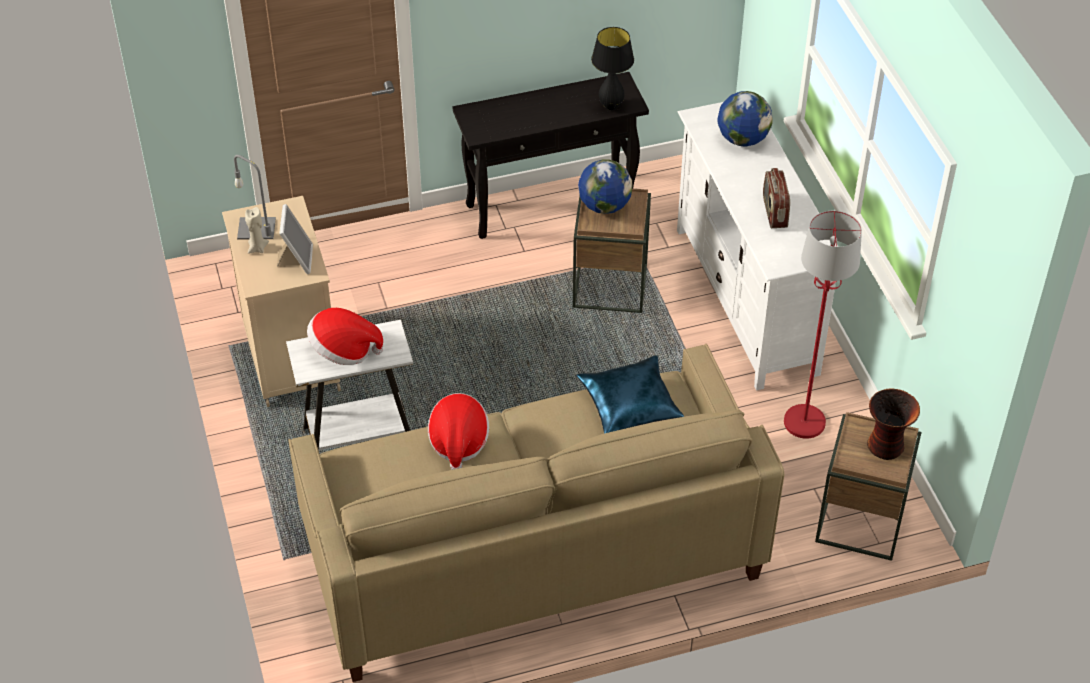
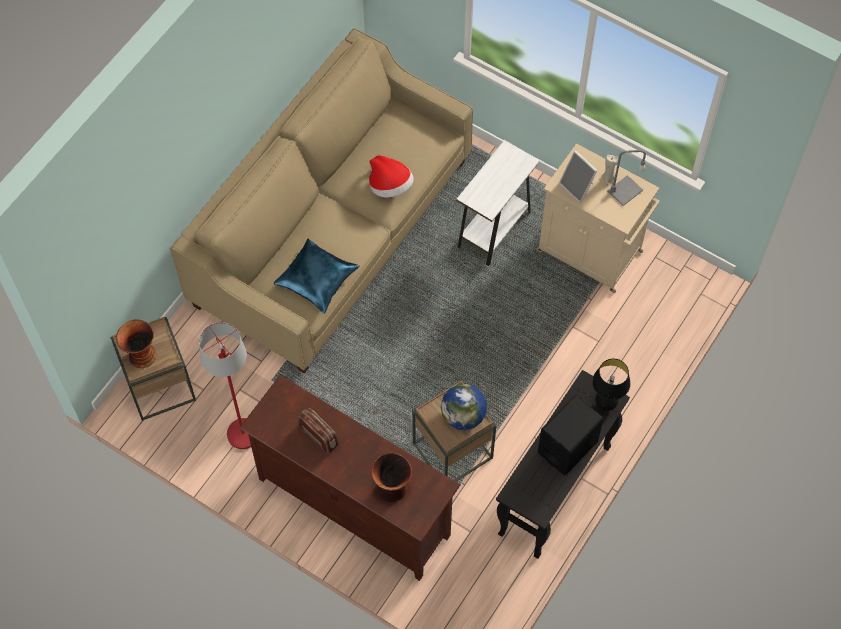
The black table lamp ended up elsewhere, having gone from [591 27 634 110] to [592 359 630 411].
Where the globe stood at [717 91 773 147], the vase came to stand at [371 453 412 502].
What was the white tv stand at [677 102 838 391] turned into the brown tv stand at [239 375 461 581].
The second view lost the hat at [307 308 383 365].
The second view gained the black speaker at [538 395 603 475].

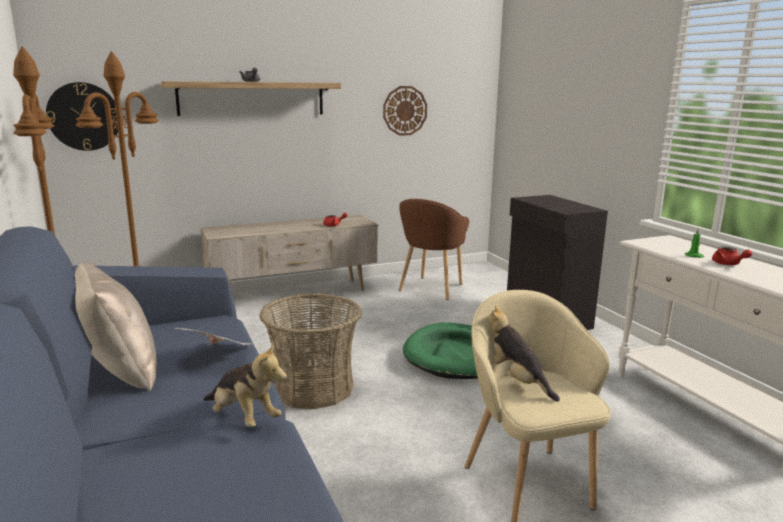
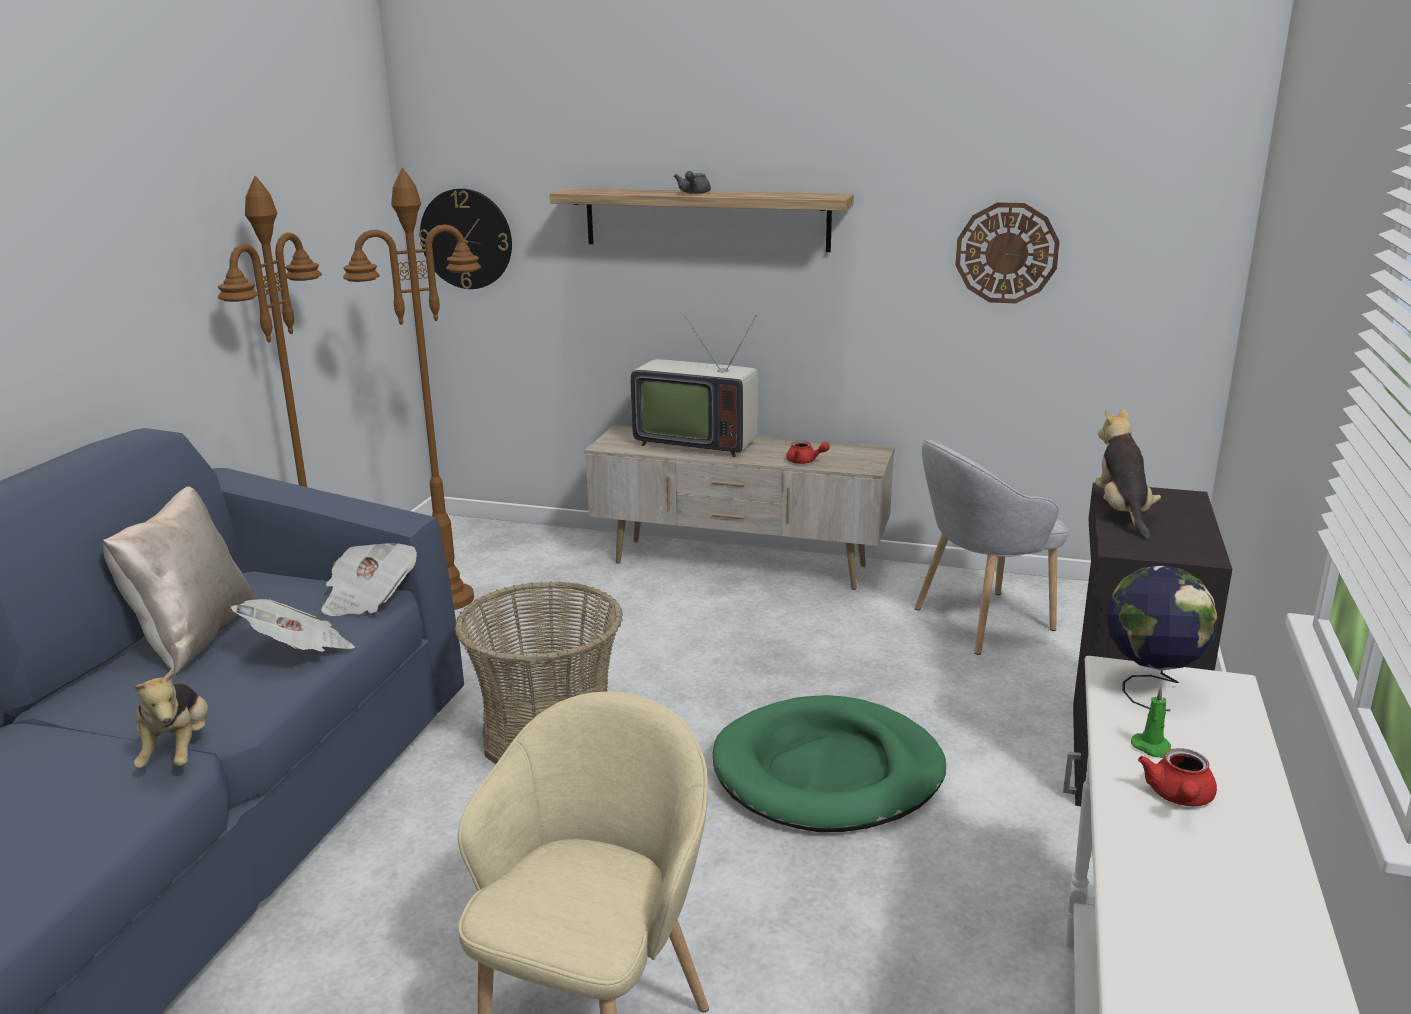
What was the brown armchair at [398 199 469 300] turned into the grey armchair at [914 440 1068 655].
The plush toy ended up elsewhere, having gone from [488 305 560 401] to [1095 408 1161 539].
The second view gained the television at [631 315 758 457].
The second view gained the newspaper at [321 543 417 616].
The second view gained the globe at [1106 565 1218 711].

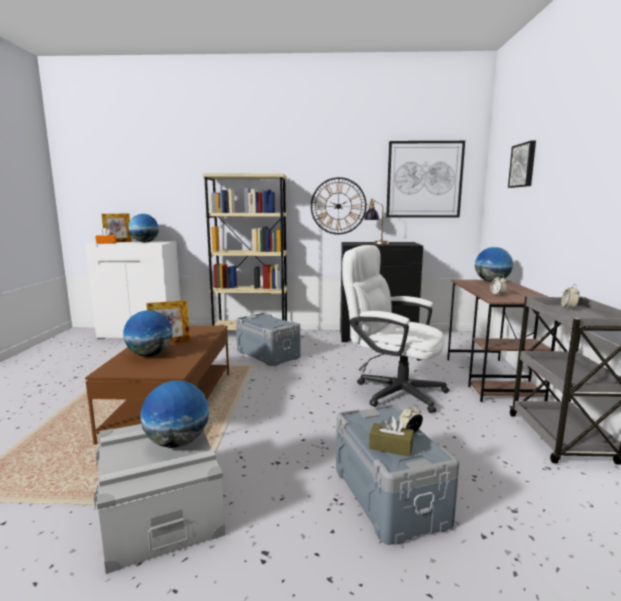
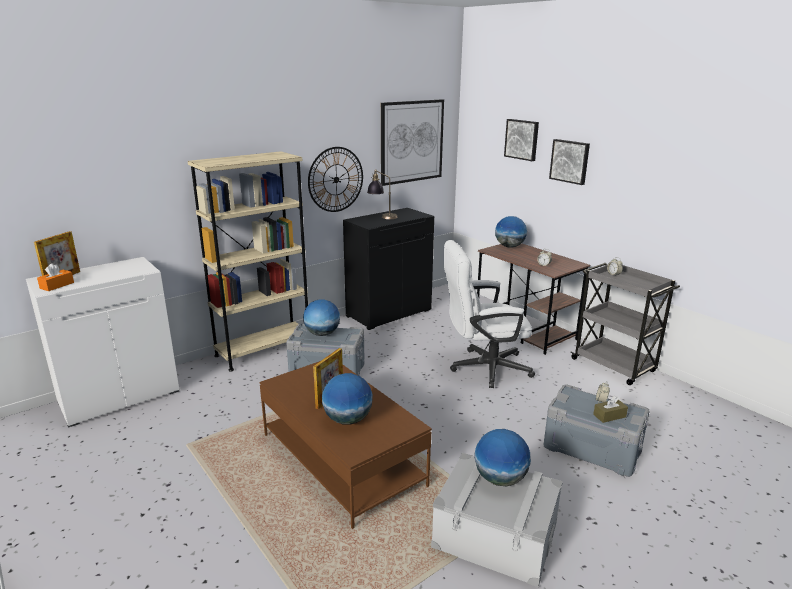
The globe ended up elsewhere, having gone from [128 214 159 242] to [303 299 340 336].
The second view gained the picture at [549 139 590 185].

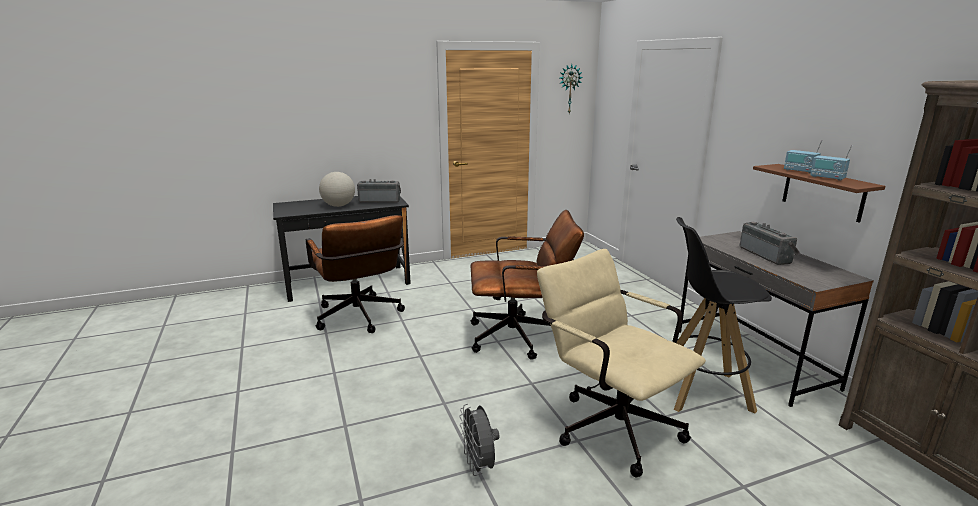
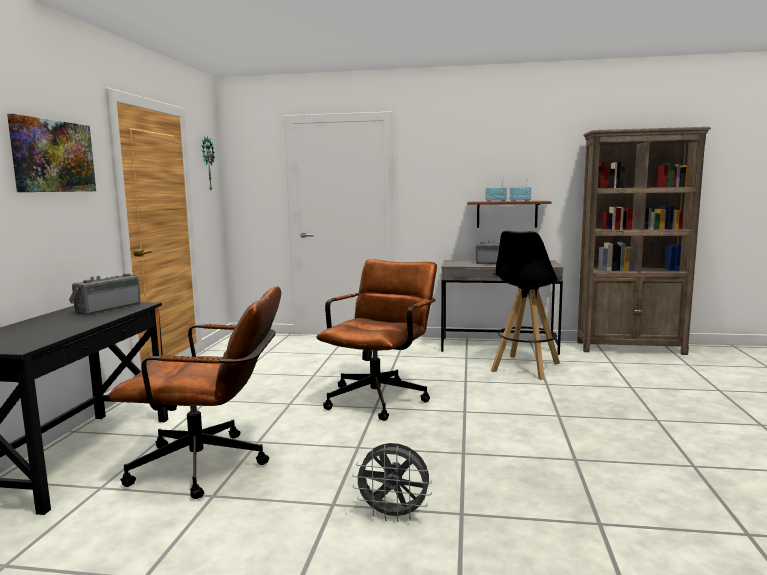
The second view lost the globe at [319 172 355 207].
The second view lost the beige office chair at [537 249 706 478].
The grey fan ended up elsewhere, having gone from [459 404 500 476] to [352 443 432 522].
The second view gained the picture at [7 114 96 192].

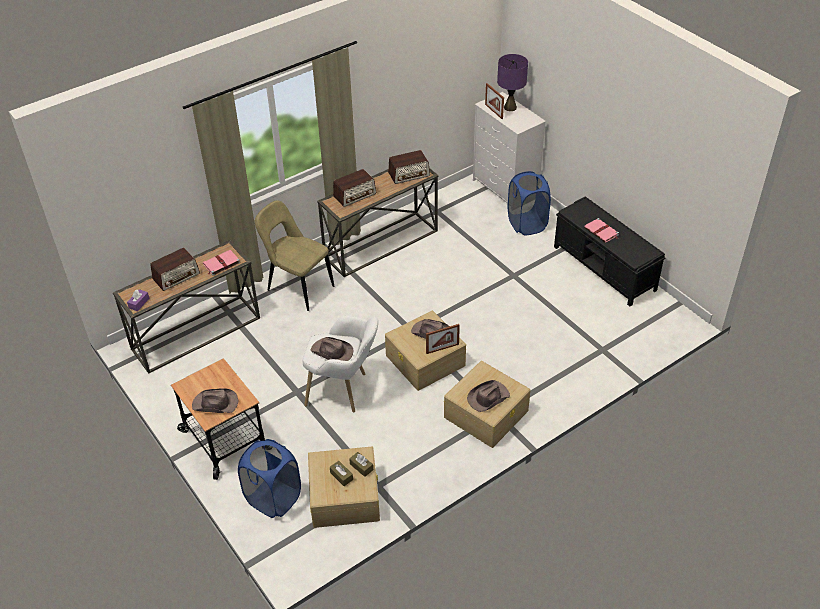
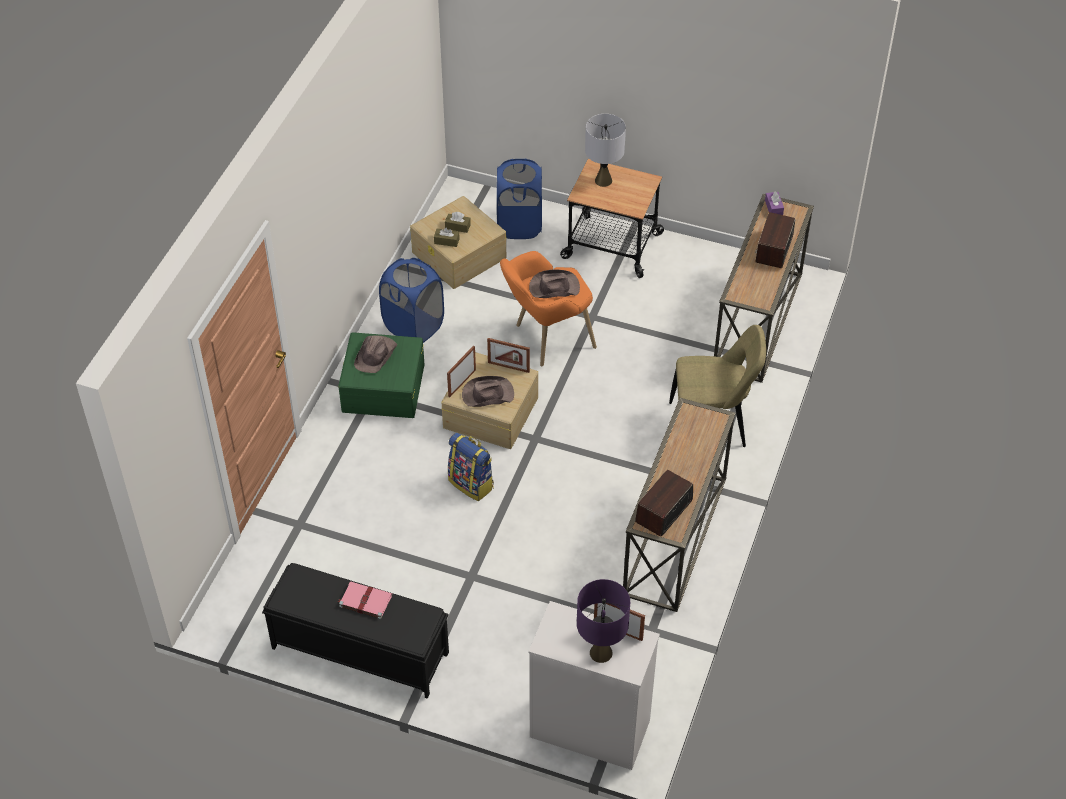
The second view lost the radio at [333 169 376 207].
The blue laundry basket ended up elsewhere, having gone from [508 171 551 235] to [379 258 444 343].
The second view lost the pink book at [203 250 240 276].
What was the white armchair at [303 315 378 412] turned into the orange armchair at [500 251 597 366].
What was the beige storage box at [444 361 530 448] turned into the green storage box at [338 332 425 418].
Where the brown hat stood at [192 388 238 413], the grey table lamp came to stand at [585 114 626 187].
The second view gained the picture frame at [487 338 530 373].
The second view gained the backpack at [448 433 494 501].

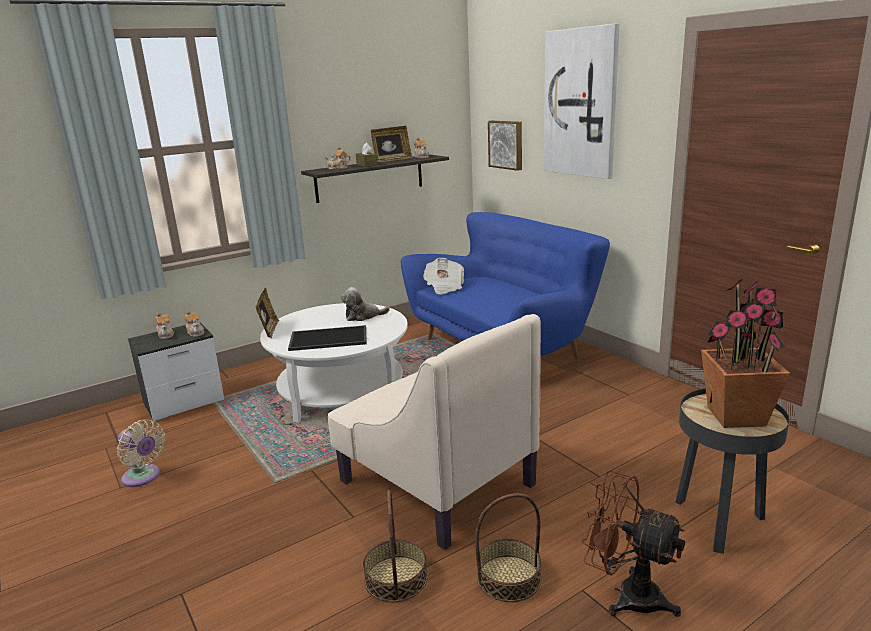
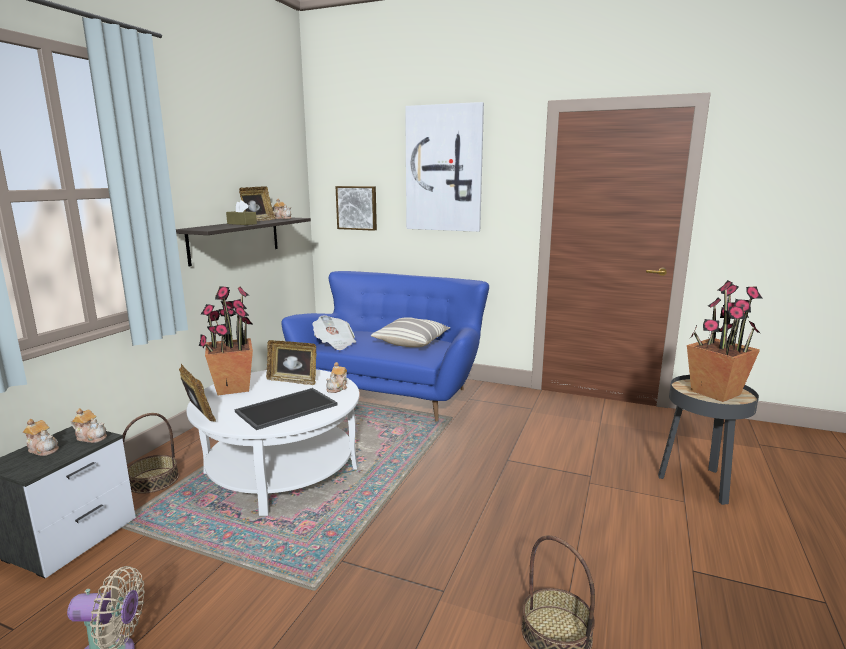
The teapot ended up elsewhere, having gone from [325 146 351 170] to [326 362 347 393].
Where the plush toy stood at [341 287 390 321], the picture frame came to stand at [266 340 316 385].
The second view lost the beige armchair at [328 314 541 550].
The second view lost the brown fan at [582 471 685 617].
The basket ended up elsewhere, having gone from [475 493 541 602] to [123 413 179 494].
The second view gained the potted plant at [199 286 253 395].
The second view gained the pillow at [371 317 451 347].

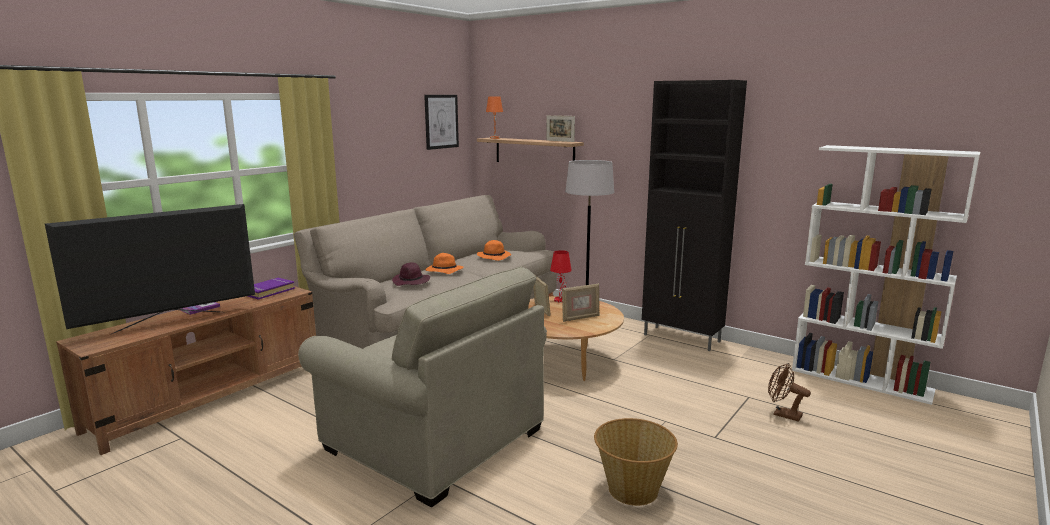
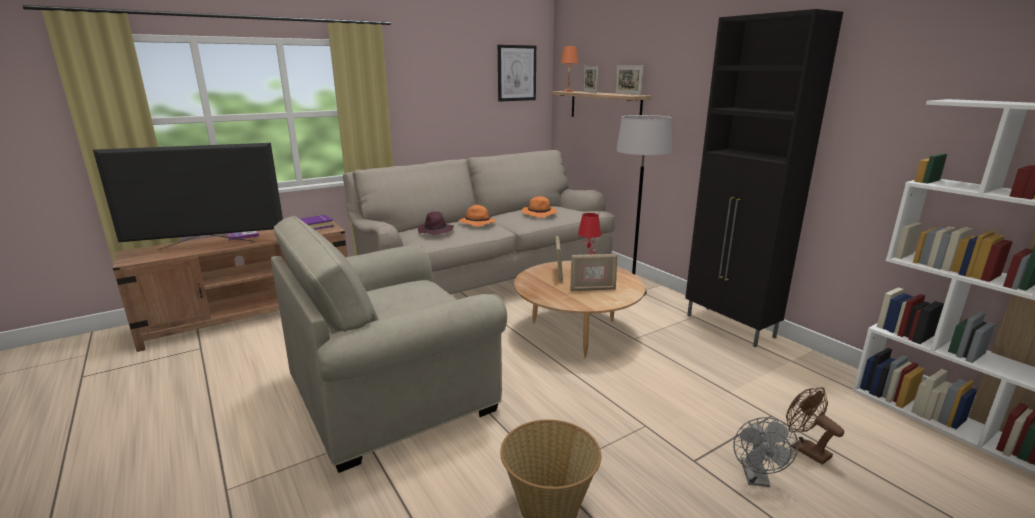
The beige armchair at [298 266 547 508] ended up facing another way, 90 degrees clockwise from before.
The second view gained the picture frame at [583 66 598 93].
The second view gained the grey fan at [733 417 798 487].

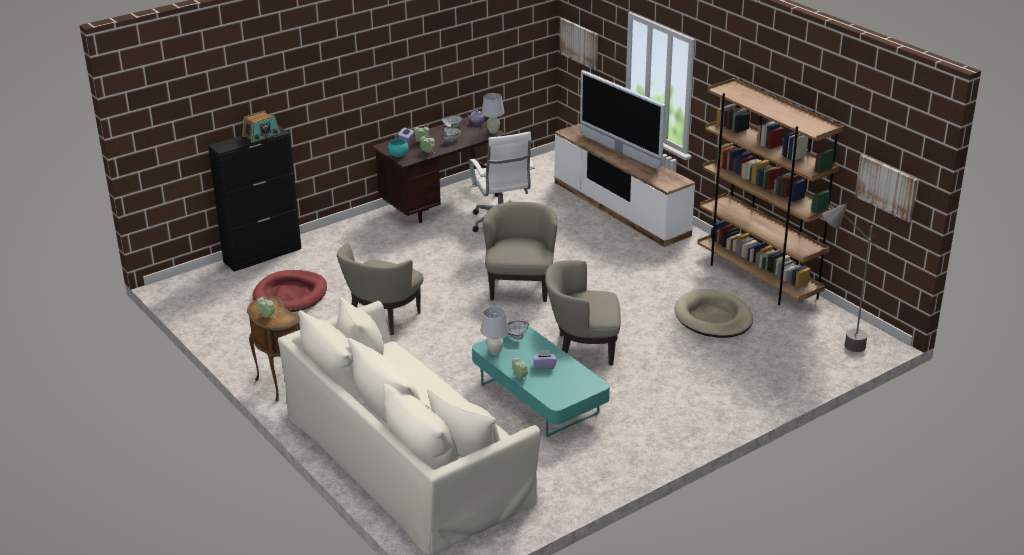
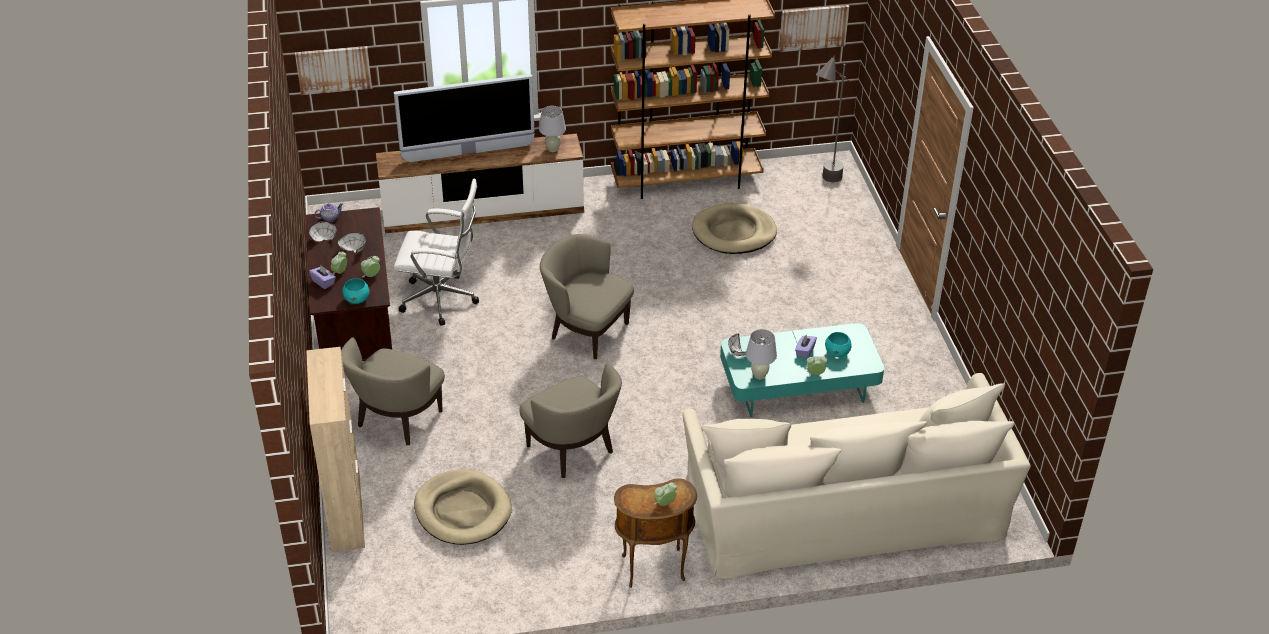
The white table lamp ended up elsewhere, having gone from [482 93 504 134] to [539 106 566 152].
The second view lost the radio at [242 111 280 142].
What was the black cabinet at [208 125 302 272] turned into the beige cabinet at [306 347 365 552].
The beige armchair ended up elsewhere, having gone from [545 260 621 366] to [341 338 445 445].
What was the red dog bed at [253 270 327 312] turned into the beige dog bed at [414 469 512 545].
The second view gained the turquoise bowl at [825 332 852 357].

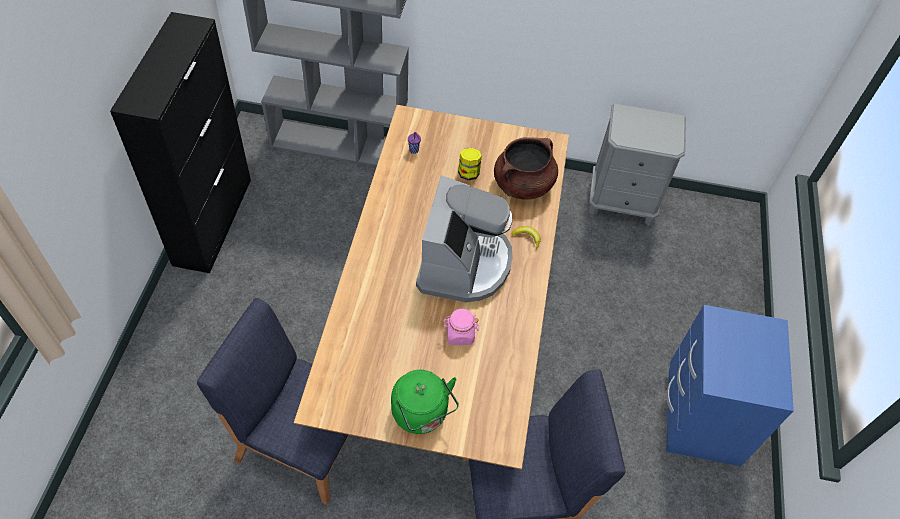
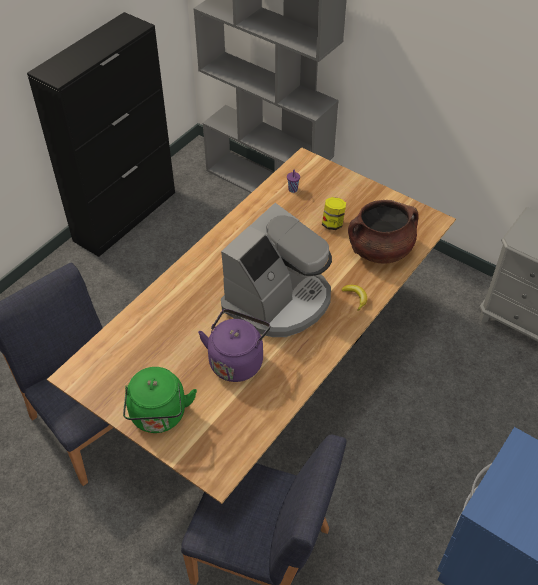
Where the pink jar stood at [443 309 479 345], the purple kettle came to stand at [198 309 270 382].

